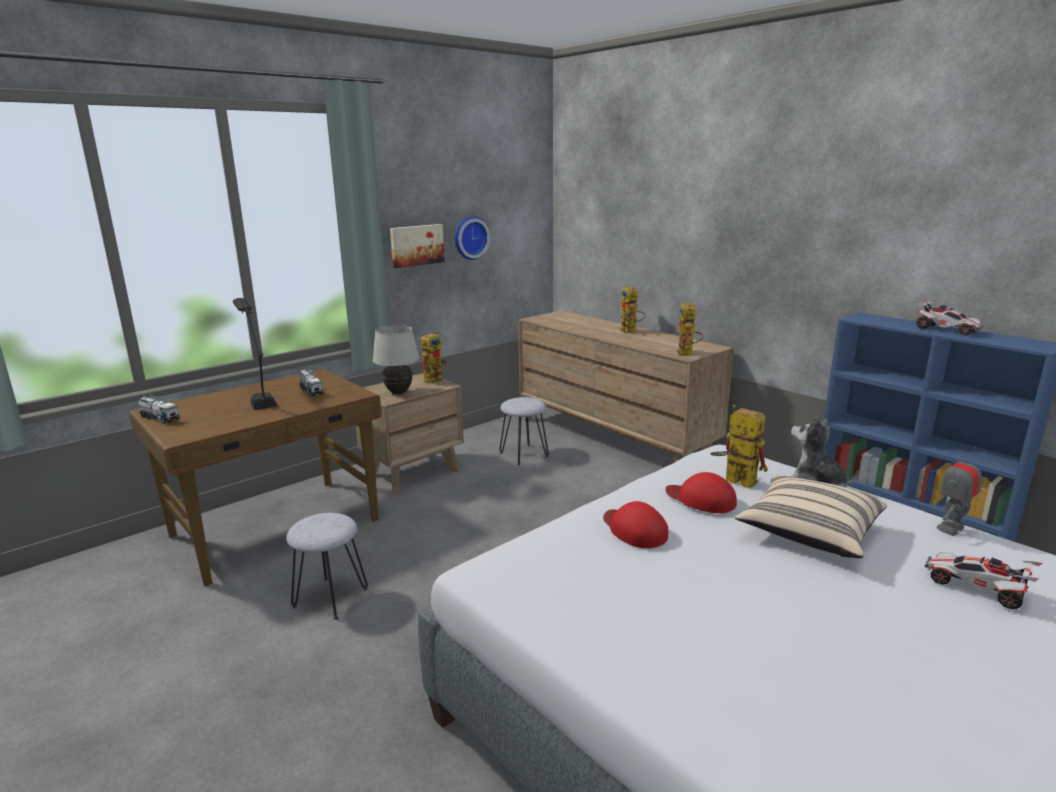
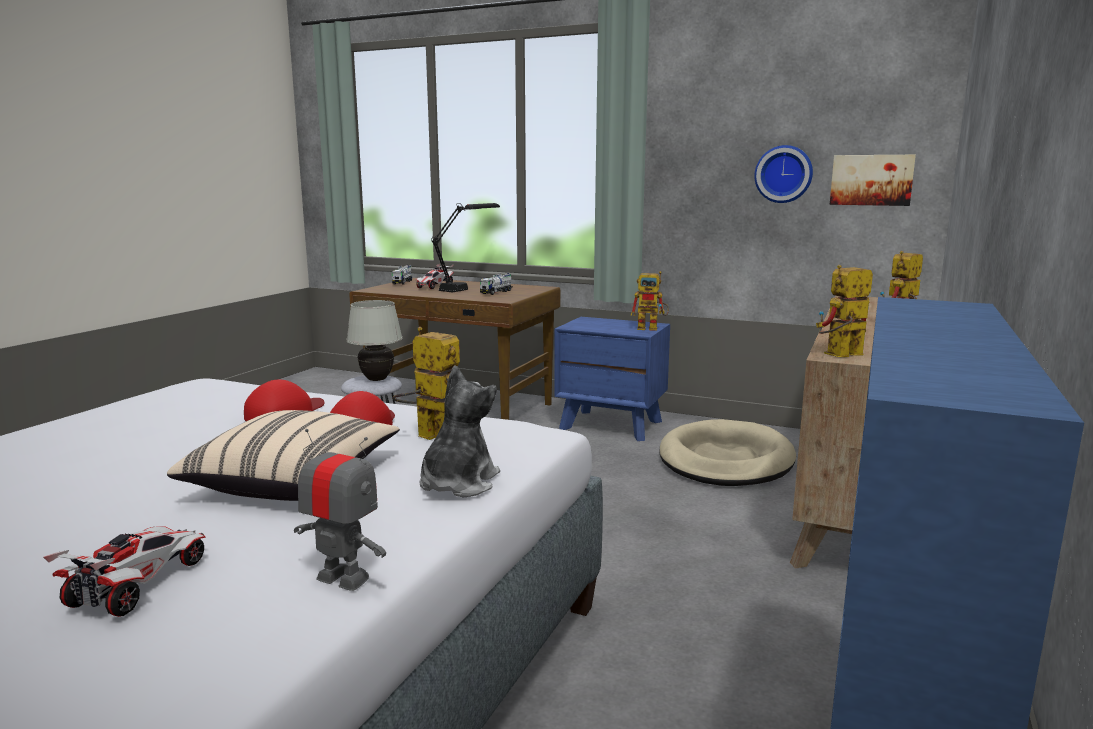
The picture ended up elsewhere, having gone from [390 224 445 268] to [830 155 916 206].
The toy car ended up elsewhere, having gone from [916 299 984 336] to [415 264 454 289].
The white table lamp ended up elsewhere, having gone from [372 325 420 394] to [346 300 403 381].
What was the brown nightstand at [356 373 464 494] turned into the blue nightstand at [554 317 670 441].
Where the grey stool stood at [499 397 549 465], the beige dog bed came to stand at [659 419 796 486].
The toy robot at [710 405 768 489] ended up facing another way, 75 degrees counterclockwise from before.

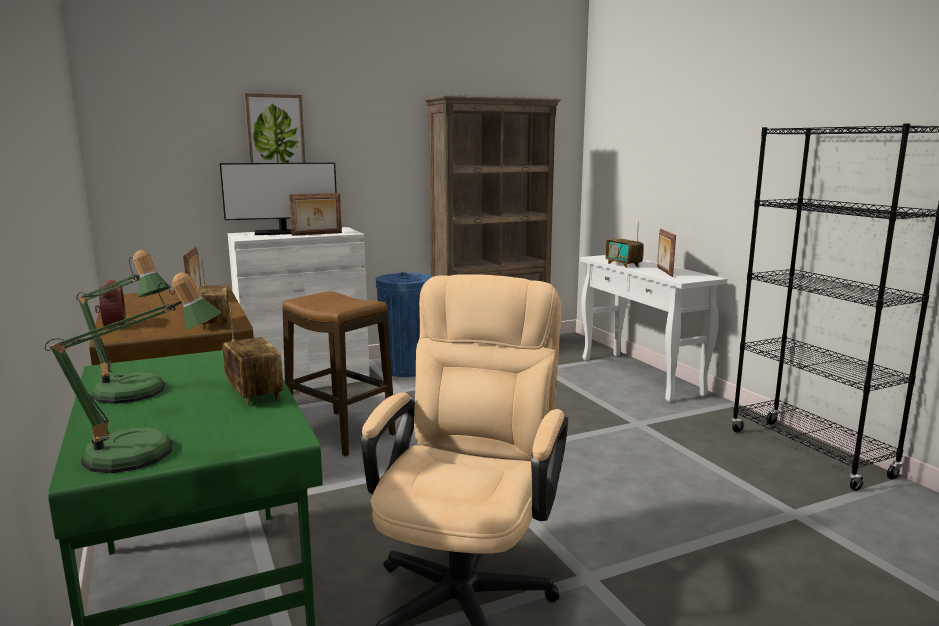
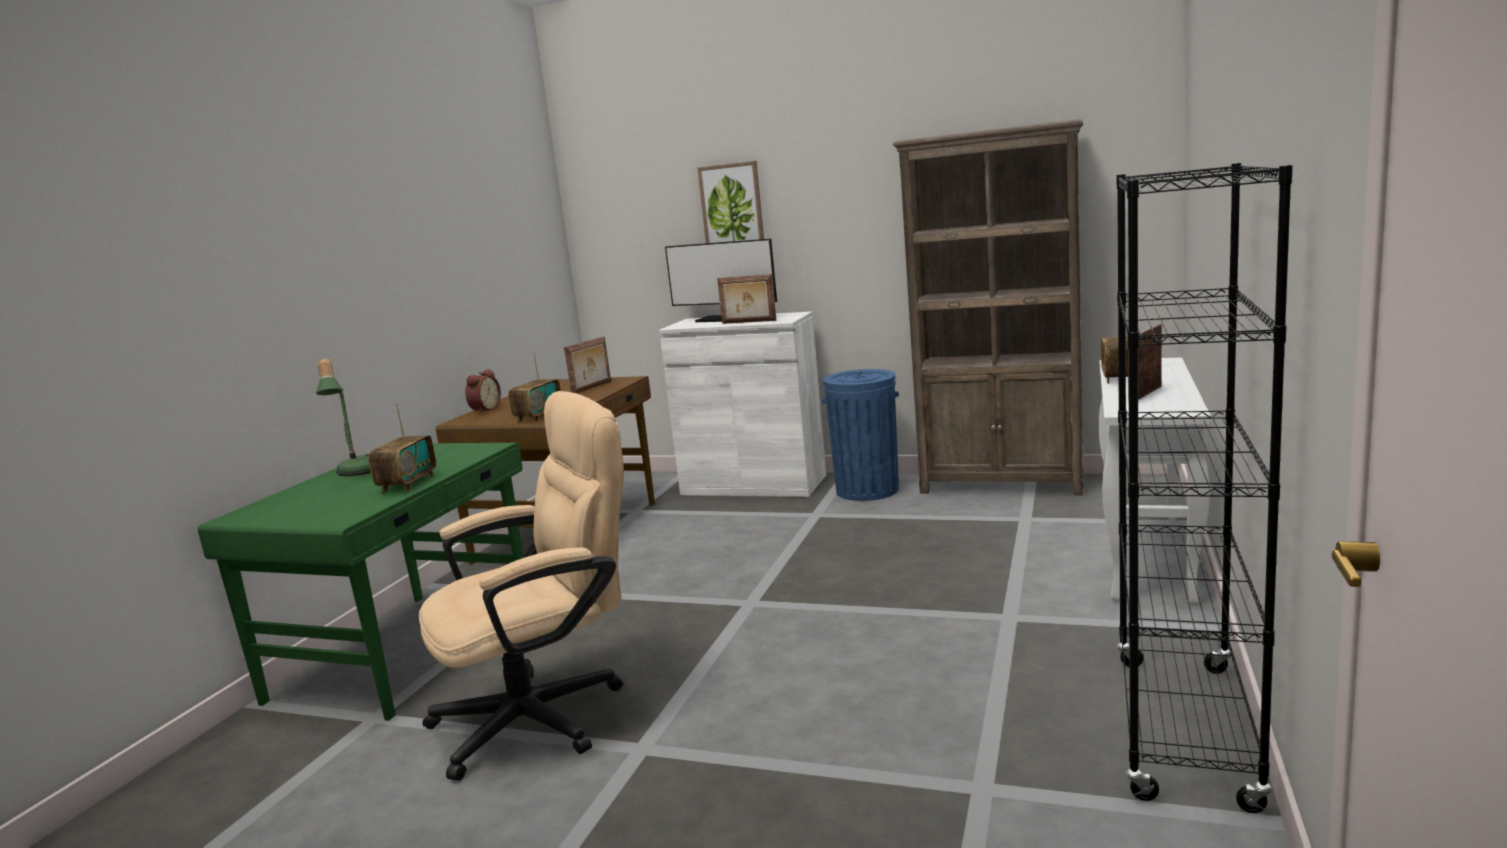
The second view lost the table lamp at [44 273 221 473].
The second view lost the stool at [282 291 396 457].

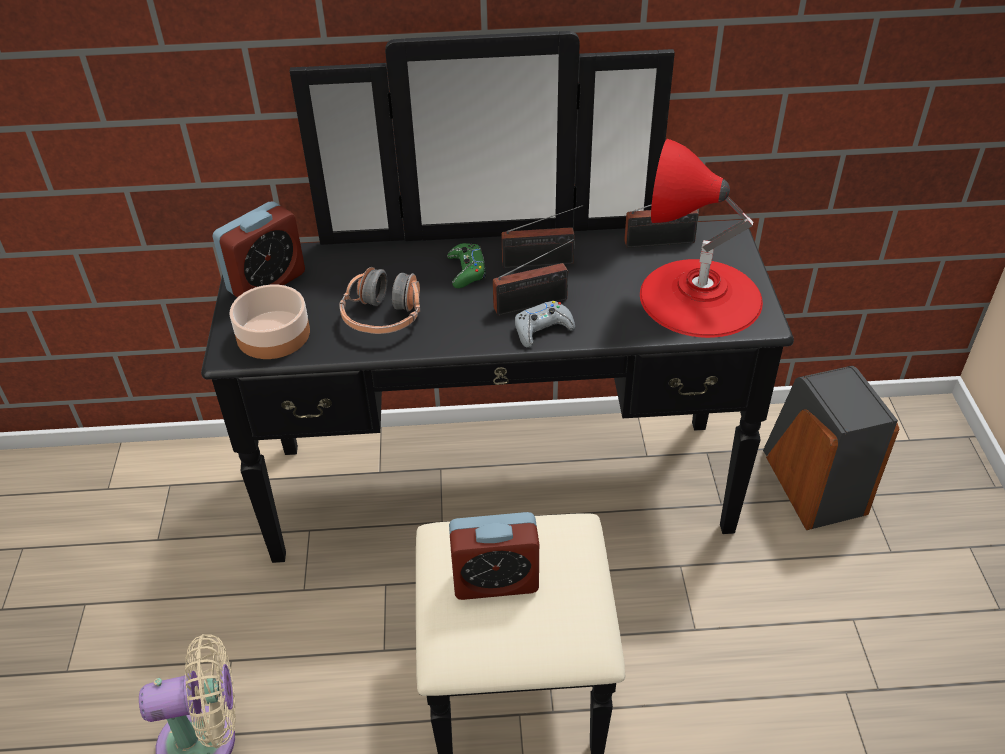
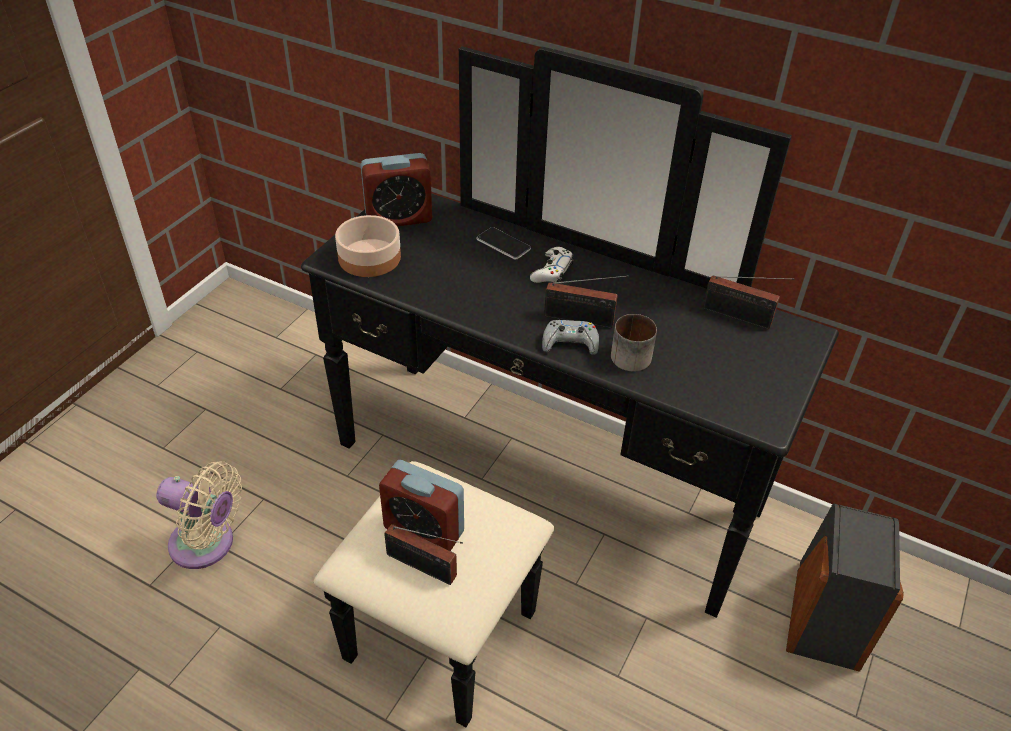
The second view lost the red table lamp at [640 139 763 338].
The radio ended up elsewhere, having gone from [502 205 583 268] to [384 524 463 585].
What was the green game controller at [447 243 486 288] turned into the white game controller at [530 247 574 283].
The second view lost the headphones at [339 267 420 334].
The second view gained the phone at [477 227 531 260].
The second view gained the mug at [611 314 657 371].

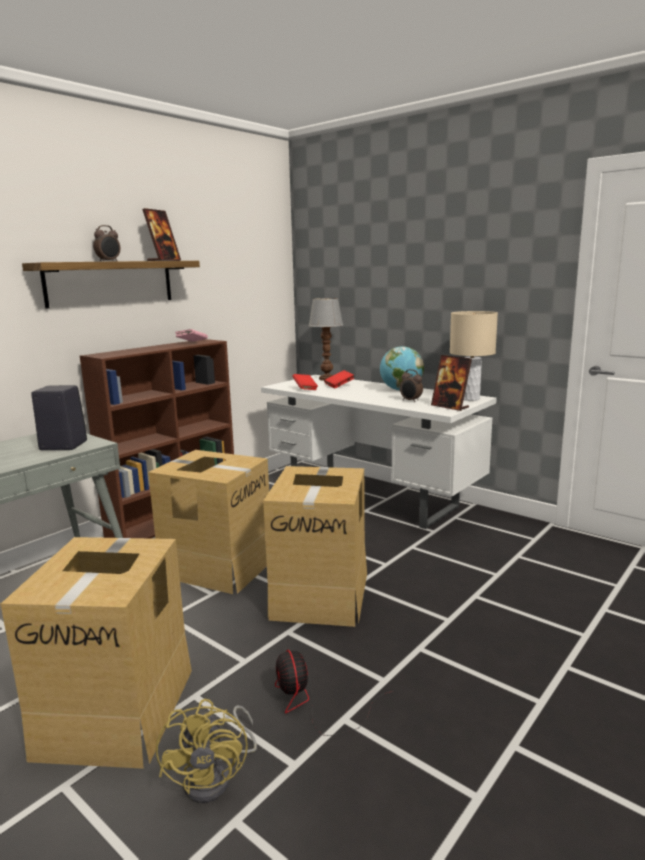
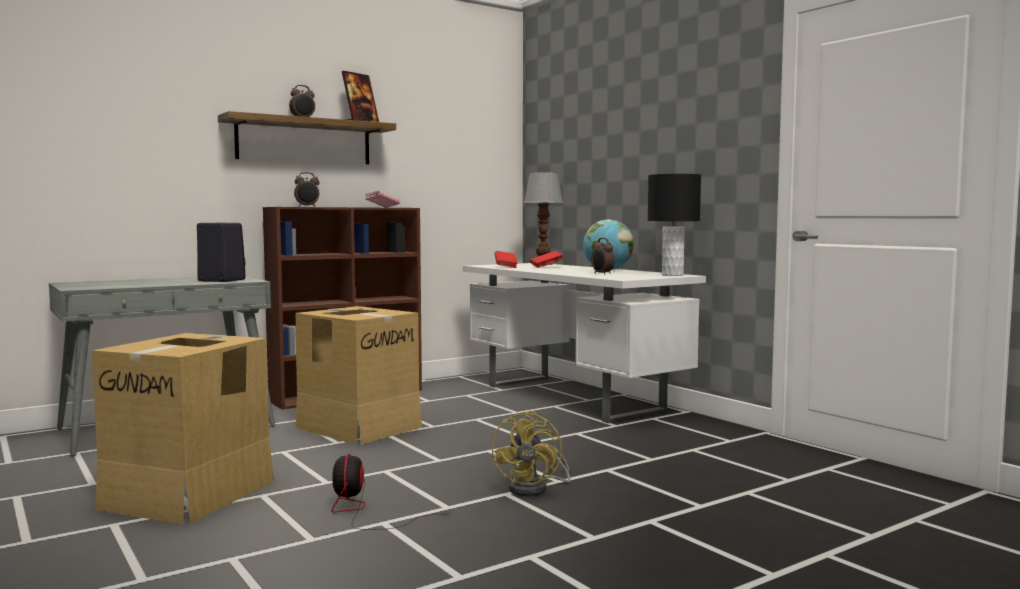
What was the beige table lamp at [450 311 498 401] turned into the black table lamp at [648 174 701 276].
The second view lost the picture frame at [431 355 472 411].
The second view lost the cardboard box at [263 466 367 627].
The yellow fan ended up elsewhere, having gone from [156 699 257 803] to [492 411 571 496].
The second view gained the alarm clock at [294 172 320 207].

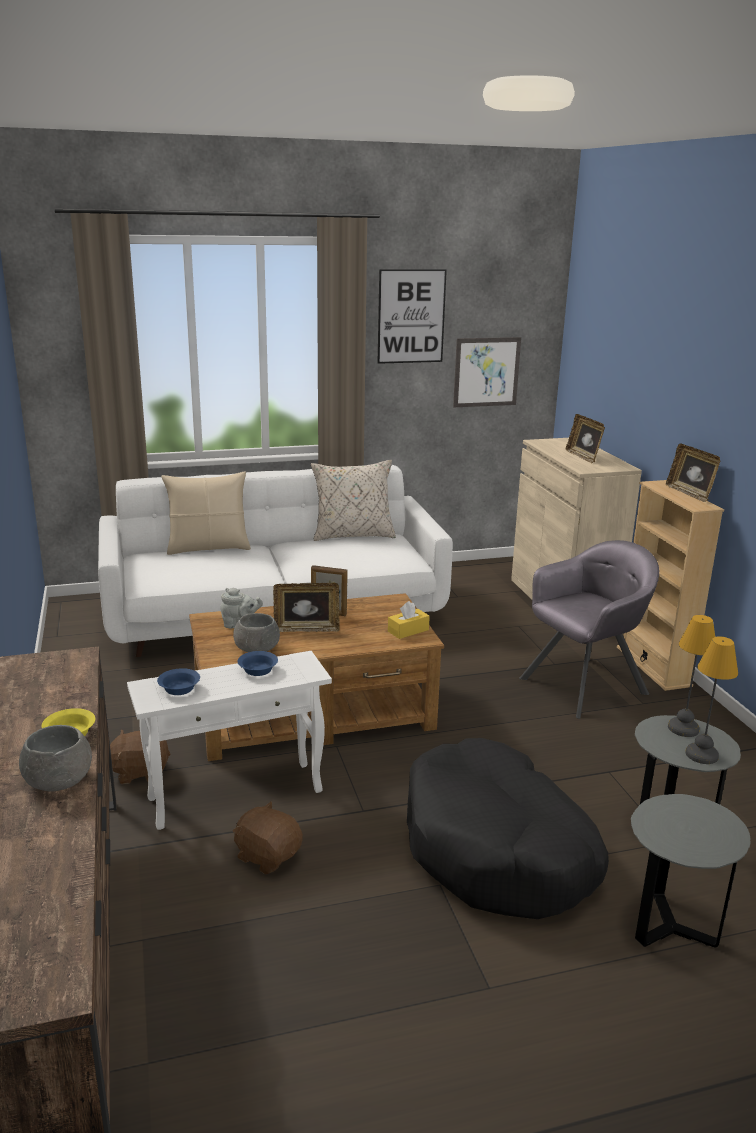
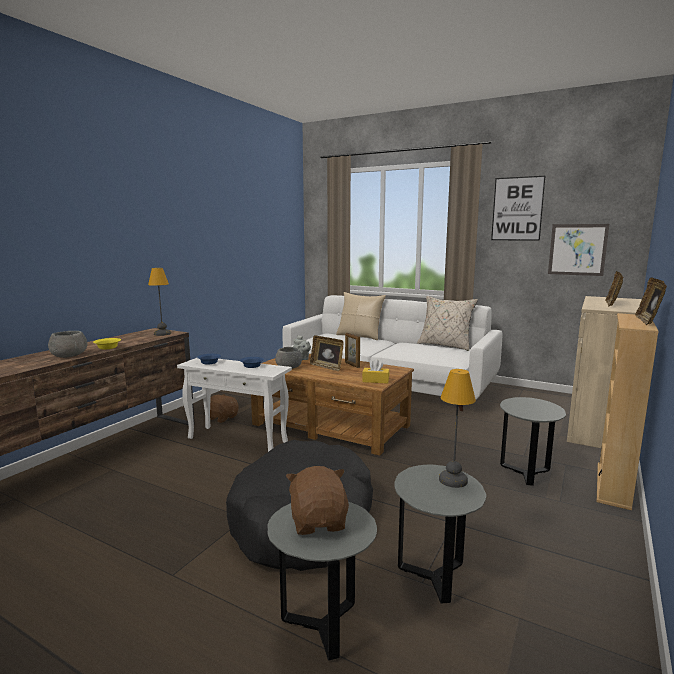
Where the grey armchair stood at [519 540 659 719], the grey side table came to stand at [500 397 566 486].
The table lamp ended up elsewhere, having gone from [685 636 738 764] to [148 268 171 336].
The brown plush toy ended up elsewhere, having gone from [232 802 303 875] to [286 466 349 535].

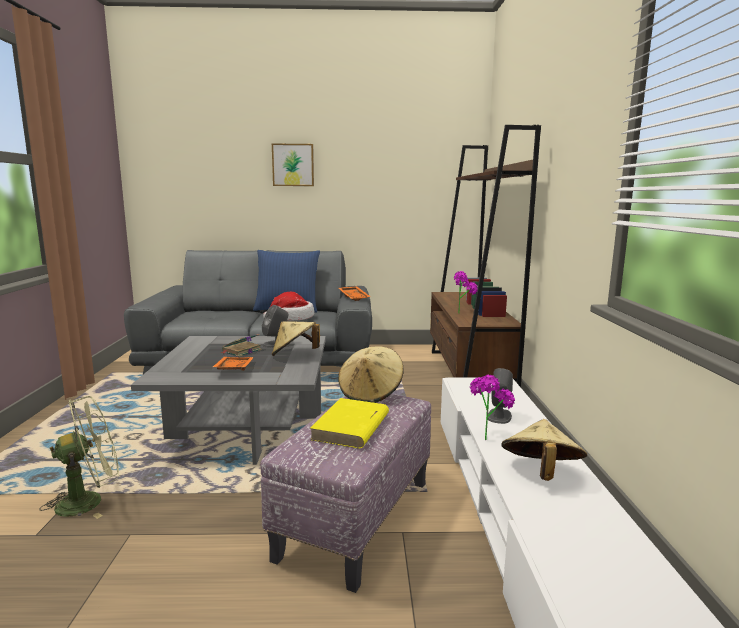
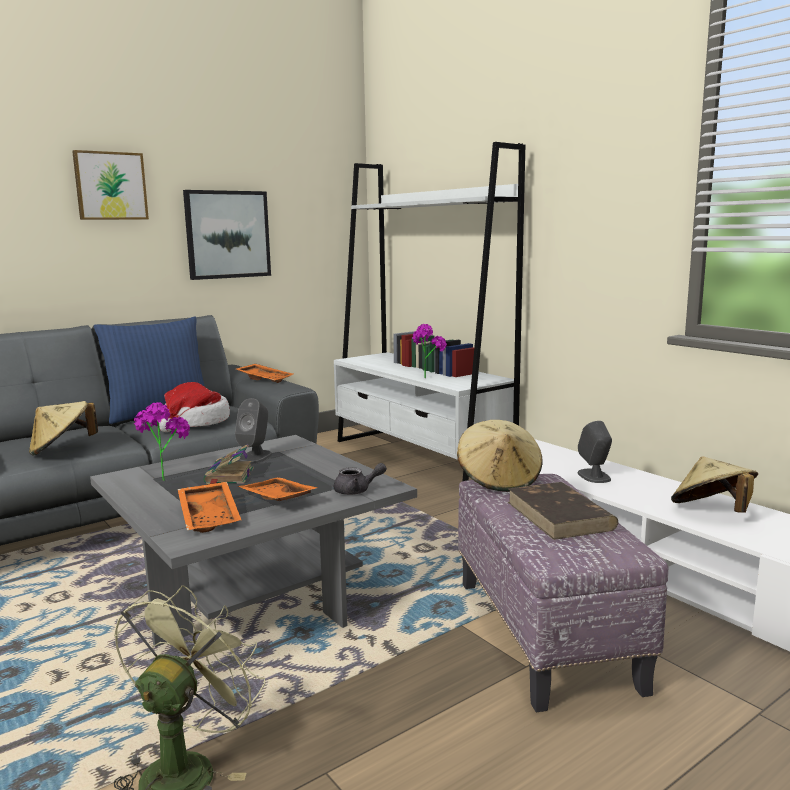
What was the brown bookcase at [430 125 541 387] turned into the white bookcase at [334 142 525 481].
The beige hat ended up elsewhere, having gone from [272 321 320 356] to [29 401 98 456].
The potted plant ended up elsewhere, having gone from [470 375 515 440] to [134 402 190 481].
What was the yellow book at [310 398 389 449] turned into the brown book at [508 482 618 540].
The second view gained the picture at [183 190 271 280].
The second view gained the grey teapot at [334 463 387 495].
The second view gained the orange tray at [177 482 241 533].

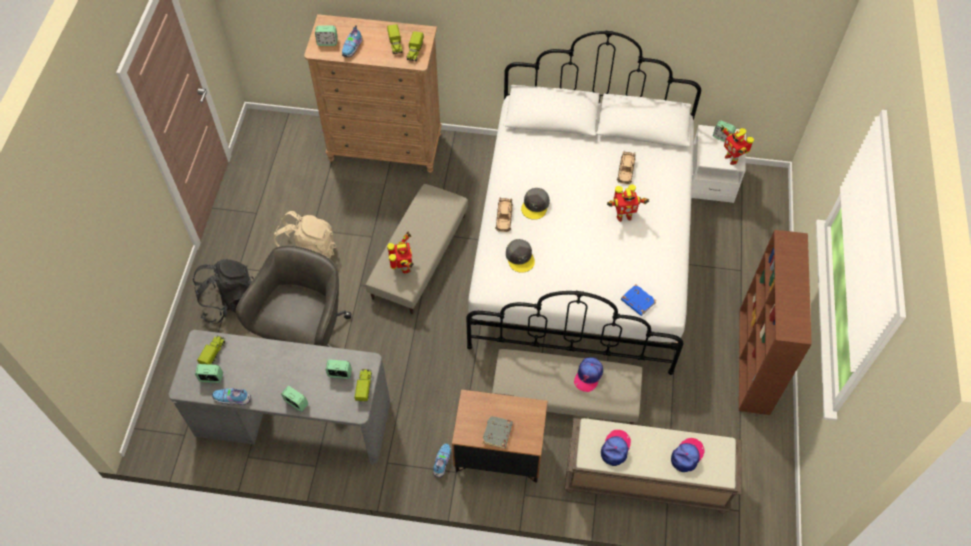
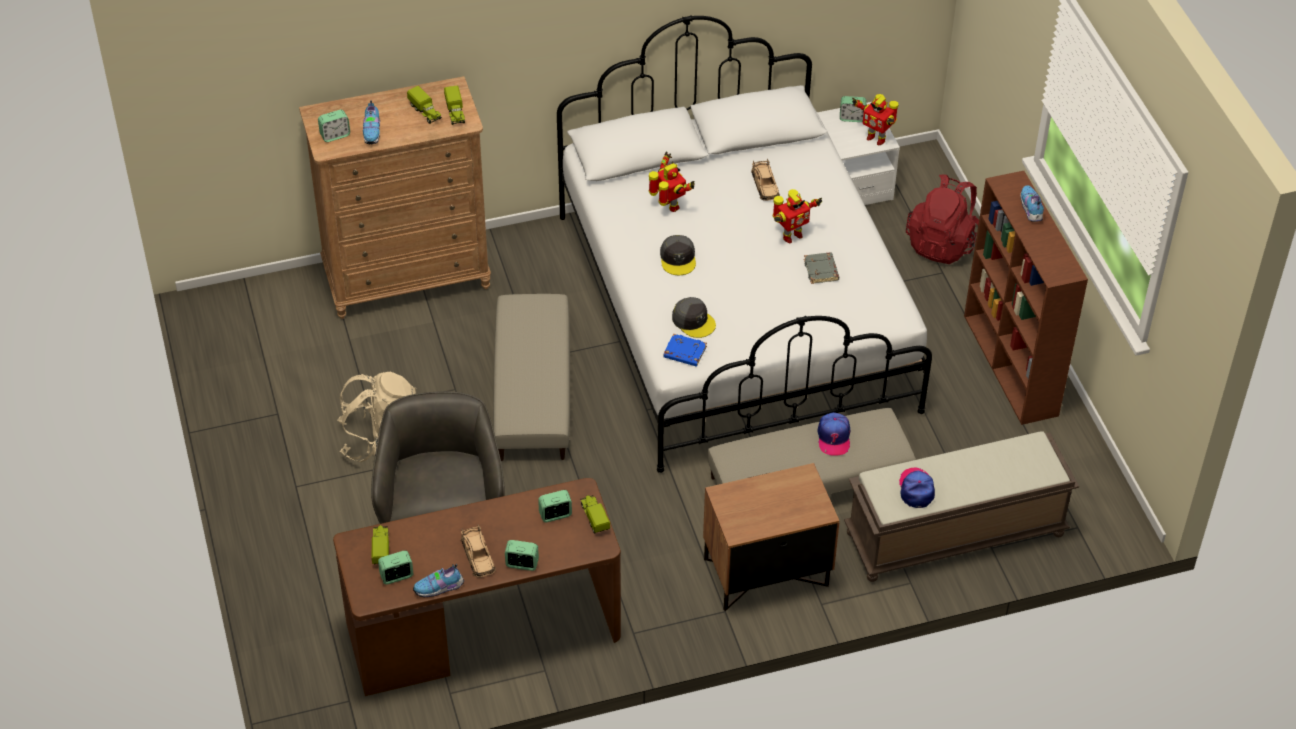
The beige toy car ended up elsewhere, having gone from [495 198 513 232] to [461 524 496 577].
The toy robot ended up elsewhere, having gone from [387 231 414 274] to [649 151 695 212].
The second view lost the black backpack at [193 259 254 324].
The blue book ended up elsewhere, having gone from [621 284 656 316] to [663 333 707 367].
What was the grey desk at [169 330 390 465] turned into the brown desk at [333 478 621 696].
The grey book ended up elsewhere, having gone from [482 415 513 449] to [804 253 839 284].
The second view lost the cap at [671 438 705 472].
The shoe ended up elsewhere, having gone from [433 443 451 477] to [1020 185 1044 222].
The second view gained the red backpack at [906 175 979 264].

